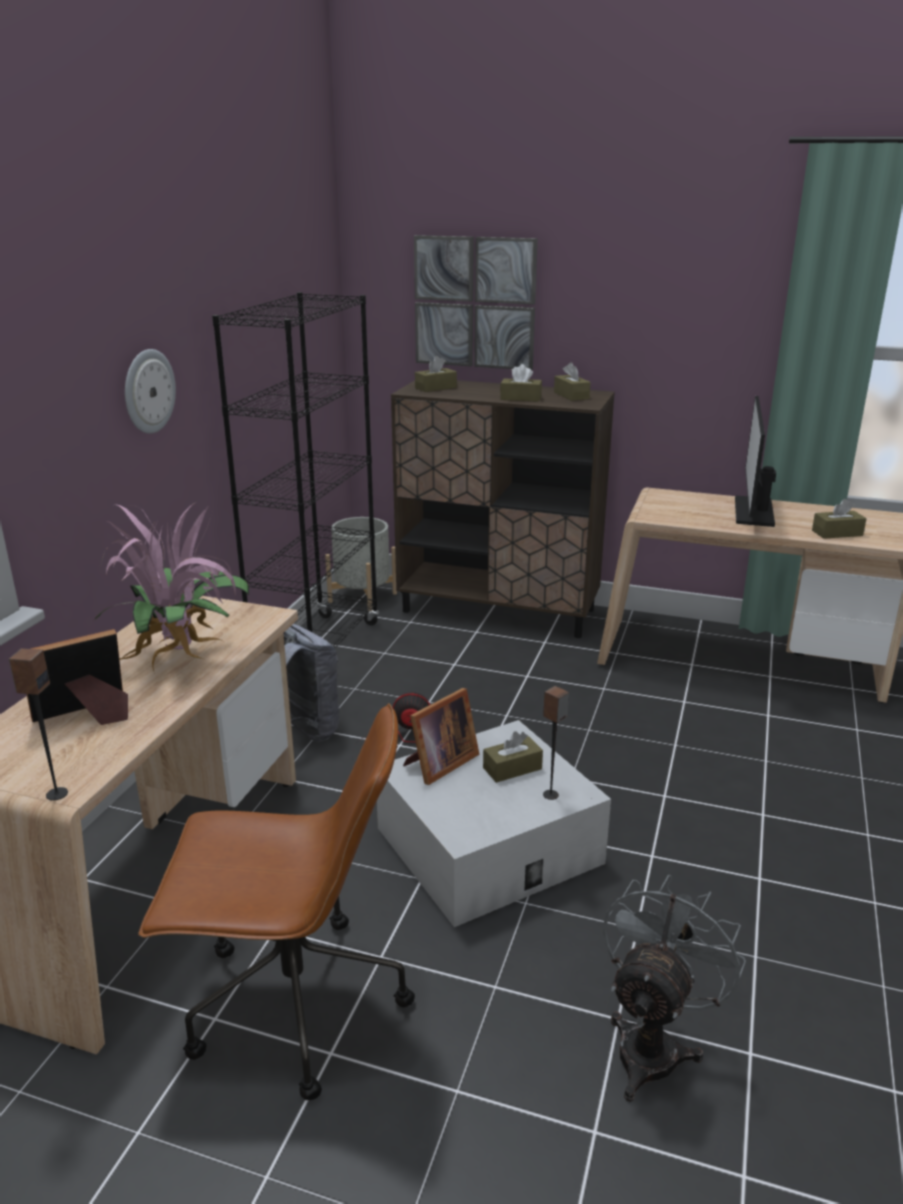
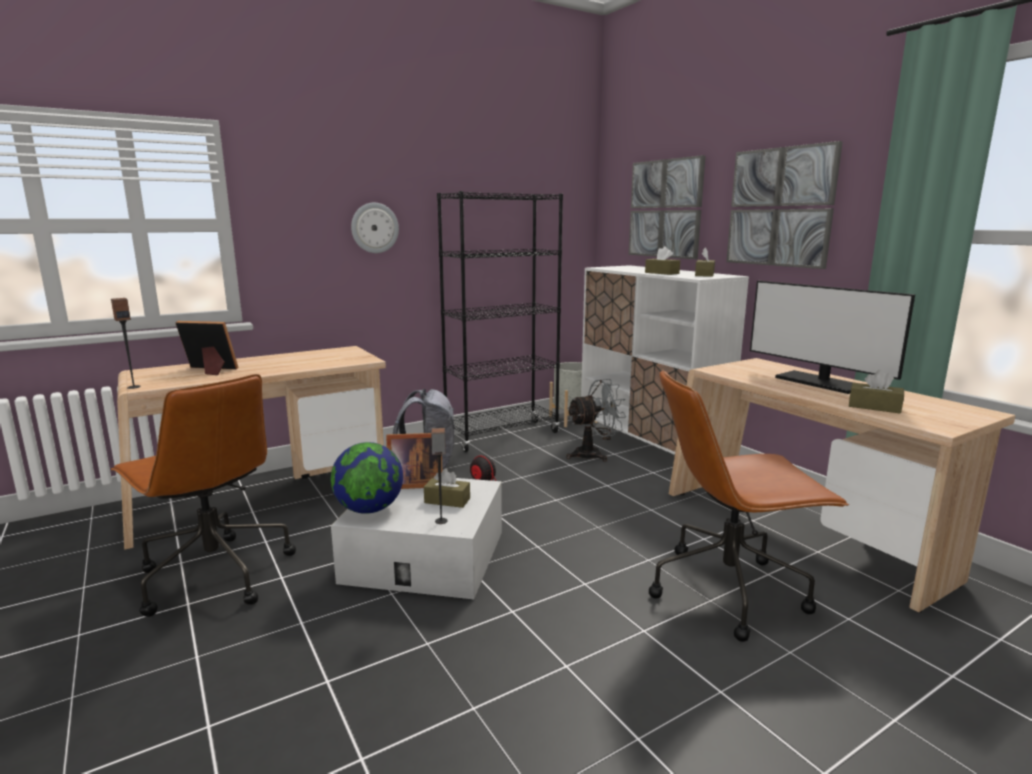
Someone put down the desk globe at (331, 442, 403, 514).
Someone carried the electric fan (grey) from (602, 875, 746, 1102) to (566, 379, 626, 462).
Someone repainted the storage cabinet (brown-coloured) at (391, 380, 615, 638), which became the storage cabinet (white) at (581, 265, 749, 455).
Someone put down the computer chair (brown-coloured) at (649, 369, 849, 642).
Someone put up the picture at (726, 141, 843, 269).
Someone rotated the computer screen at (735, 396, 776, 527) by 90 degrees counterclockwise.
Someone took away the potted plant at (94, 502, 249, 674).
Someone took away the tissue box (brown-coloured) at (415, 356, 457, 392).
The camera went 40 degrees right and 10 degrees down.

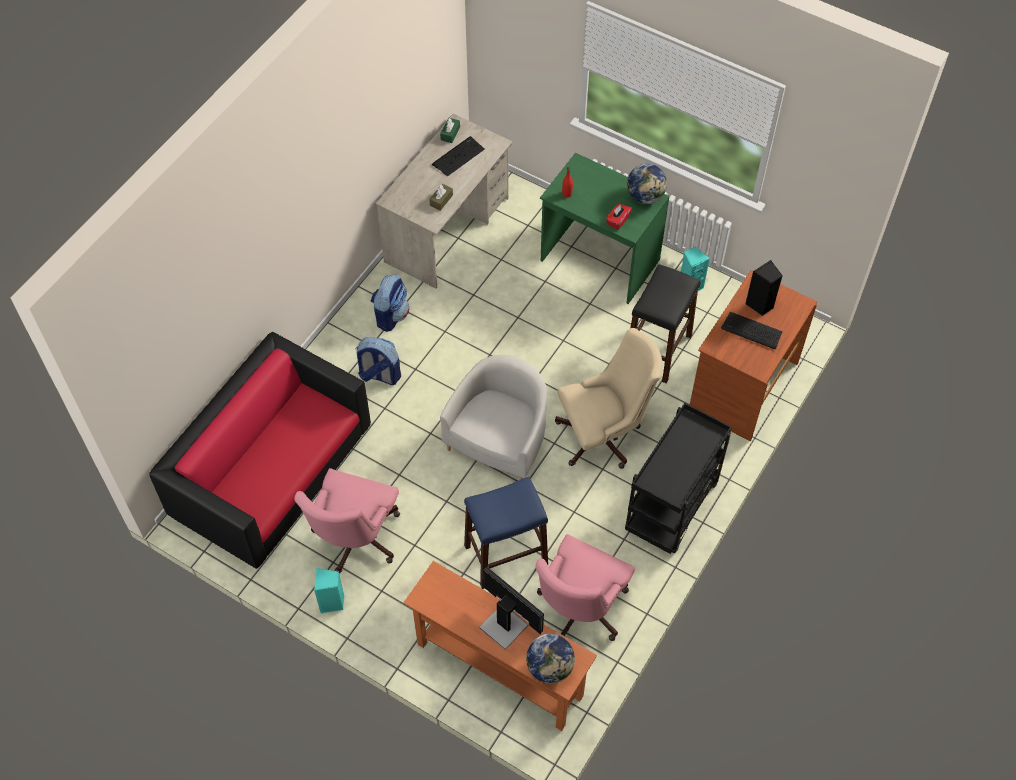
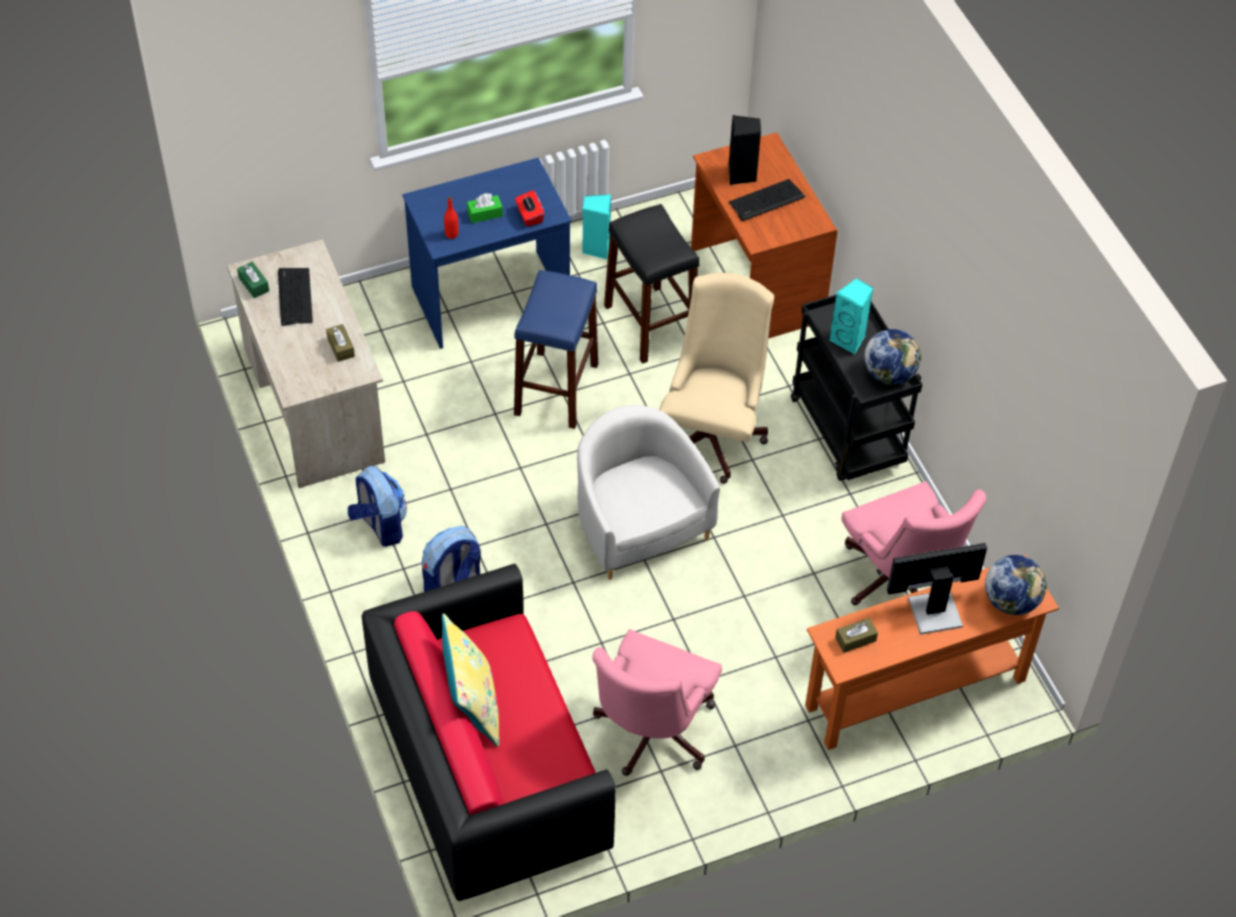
Someone repainted the desk table (green-coloured) at (540, 153, 669, 304), which became the desk table (blue) at (402, 158, 572, 349).
Someone put down the pillow (yellow) at (442, 613, 499, 747).
Someone put down the tissue box (green-coloured) at (467, 193, 503, 223).
Someone carried the stool (blue) from (464, 477, 548, 589) to (514, 270, 598, 429).
Someone rotated the computer chair (pink-coloured) at (295, 468, 400, 573) by 60 degrees clockwise.
Someone carried the audio speaker (blue-green) from (314, 568, 345, 613) to (829, 278, 873, 354).
Someone put down the tissue box (brown-coloured) at (835, 618, 878, 653).
Someone carried the desk globe from (627, 164, 667, 204) to (864, 329, 921, 385).
The camera went 55 degrees left and 5 degrees down.

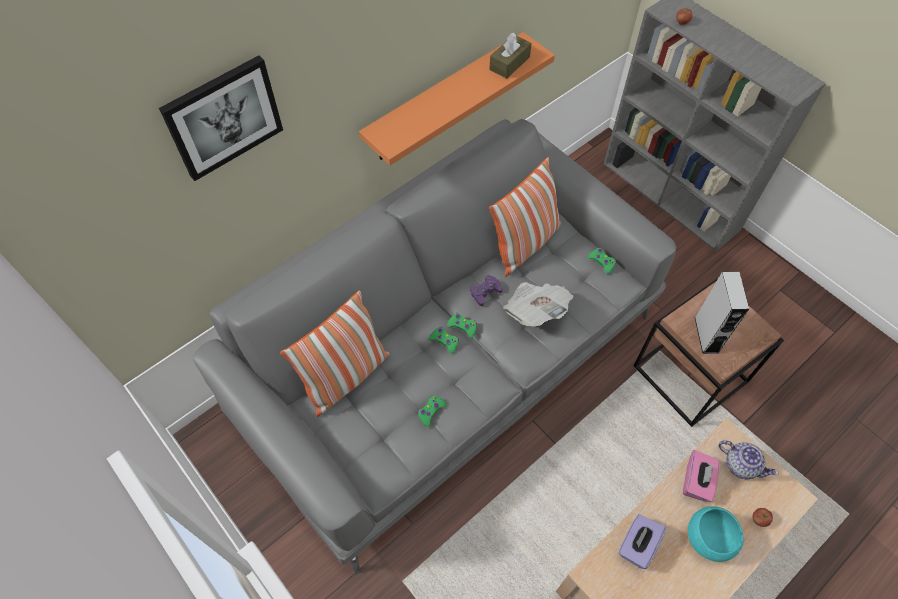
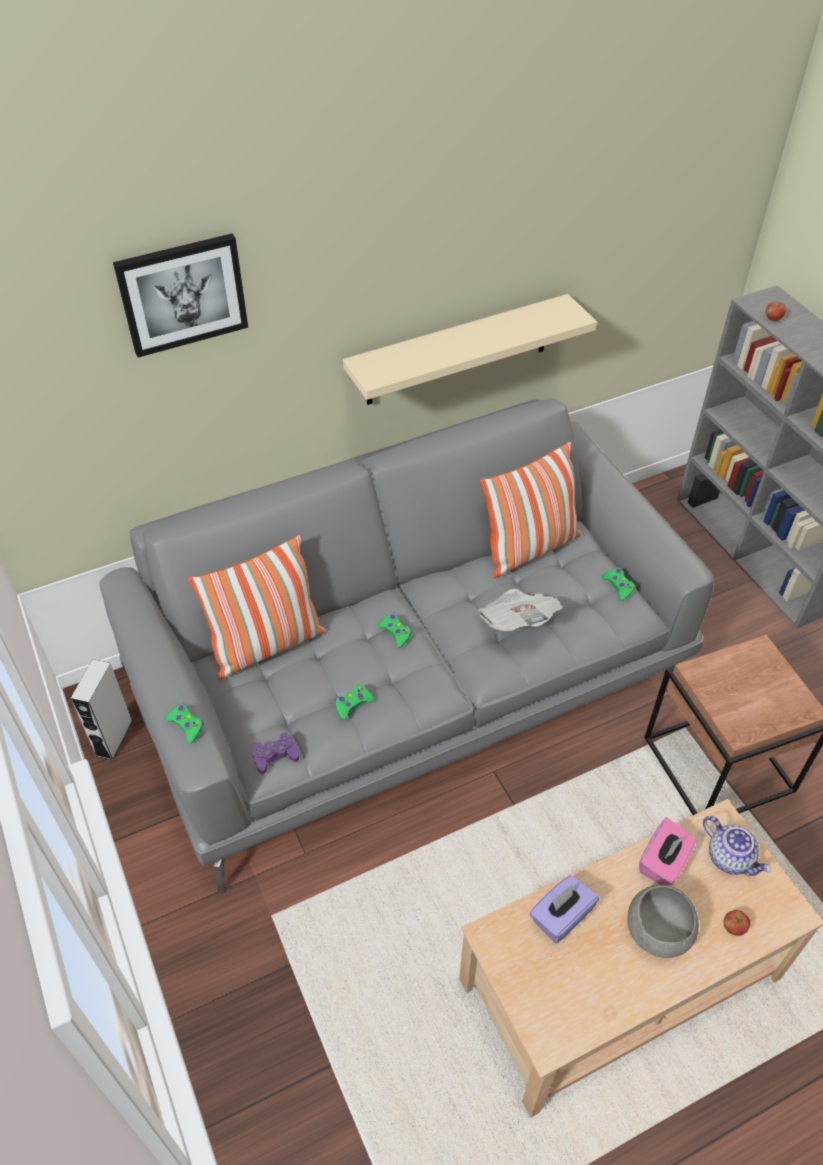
Someone carried the audio speaker (grey) from (694, 271, 749, 354) to (71, 659, 133, 760).
Someone carried the joypad (green-coloured) from (447, 313, 477, 338) to (165, 704, 203, 743).
Someone carried the joypad (purplish) from (470, 275, 503, 306) to (252, 733, 299, 774).
Someone repainted the wall shelf (orange) at (359, 32, 555, 165), which became the wall shelf (beige-coloured) at (343, 294, 597, 405).
Someone repainted the serving bowl (blue-green) at (688, 506, 744, 562), which became the serving bowl (grey) at (627, 885, 699, 958).
Someone took away the tissue box (brown-coloured) at (489, 33, 532, 79).
The camera went 15 degrees right and 10 degrees down.

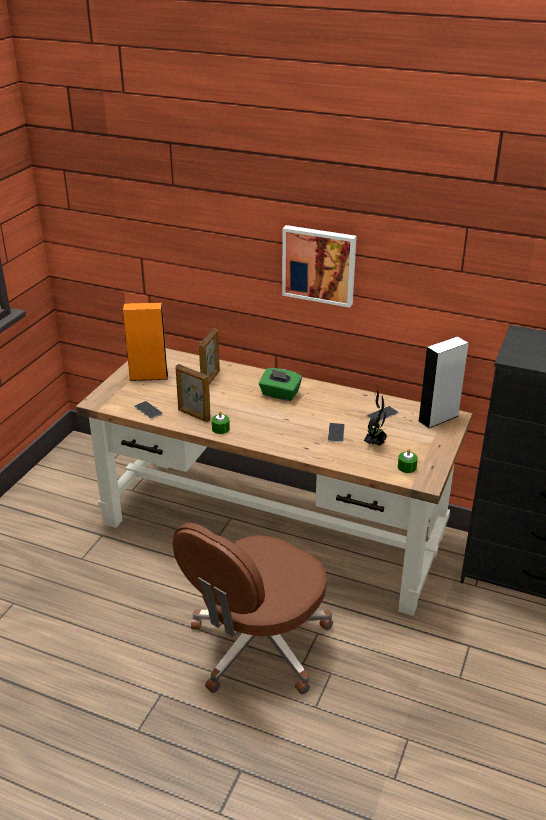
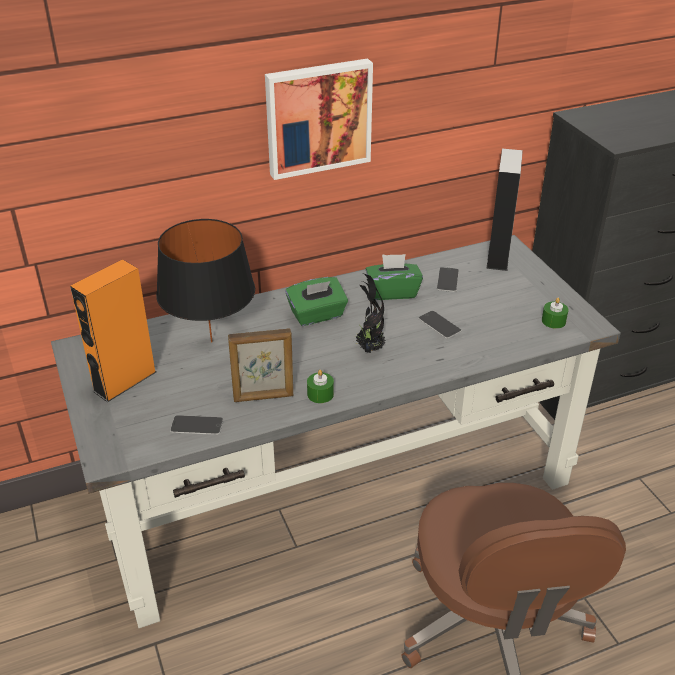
Someone repainted the desk table (brown-coloured) at (76, 348, 473, 616), which became the desk table (grey) at (51, 235, 621, 628).
Someone swapped the picture frame at (199, 329, 220, 384) for the tabletop lamp (blackish) at (156, 219, 255, 343).
Someone carried the potted plant from (364, 386, 387, 446) to (354, 273, 386, 353).
Someone put down the tissue box (green-coloured) at (366, 254, 423, 300).
The camera went 45 degrees left and 5 degrees up.

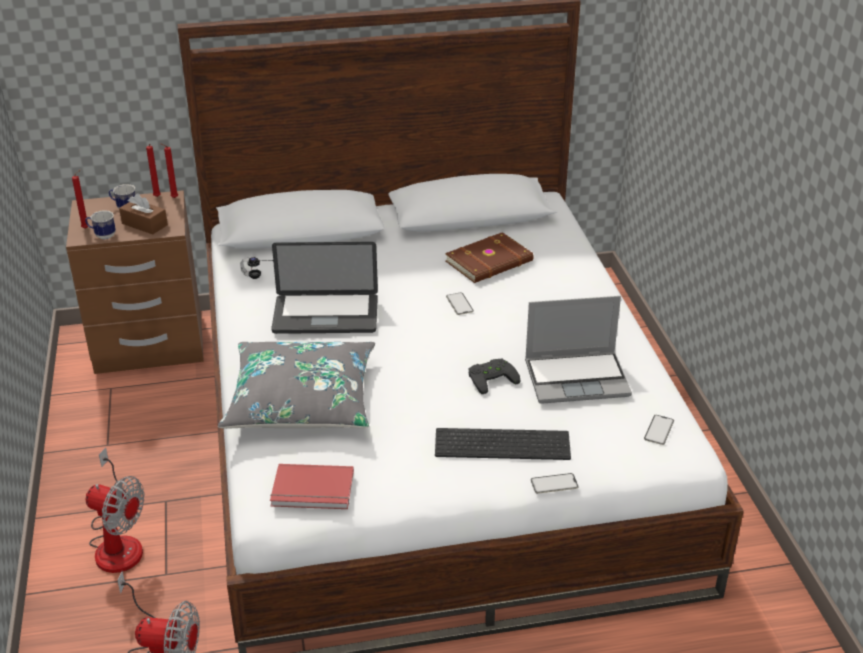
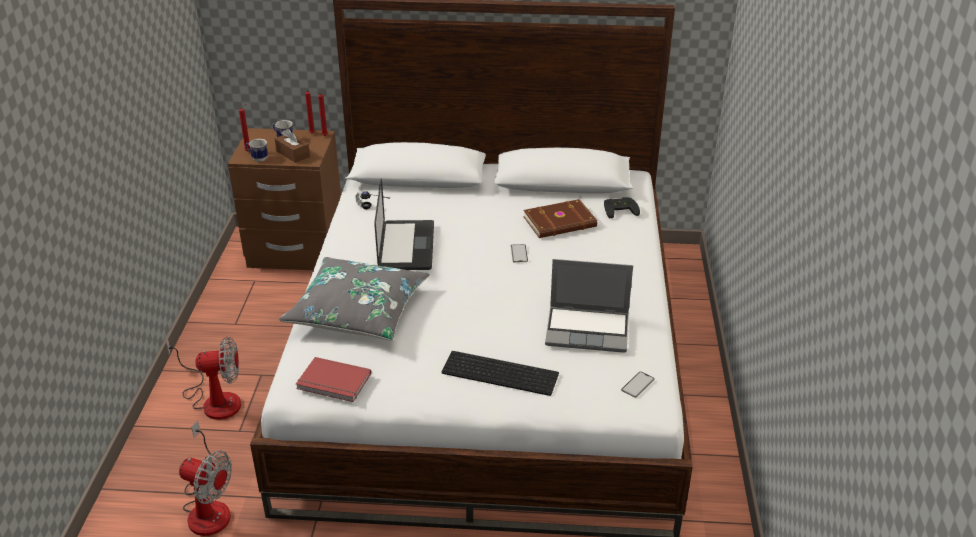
Someone rotated the electric fan at (86, 447, 145, 573) by 45 degrees counterclockwise.
Someone rotated the notebook computer at (271, 242, 378, 334) by 105 degrees counterclockwise.
Someone carried the joypad (blackish) from (468, 359, 521, 394) to (604, 197, 640, 218).
Someone took away the telephone at (531, 473, 578, 494).
The camera went 15 degrees right and 0 degrees up.

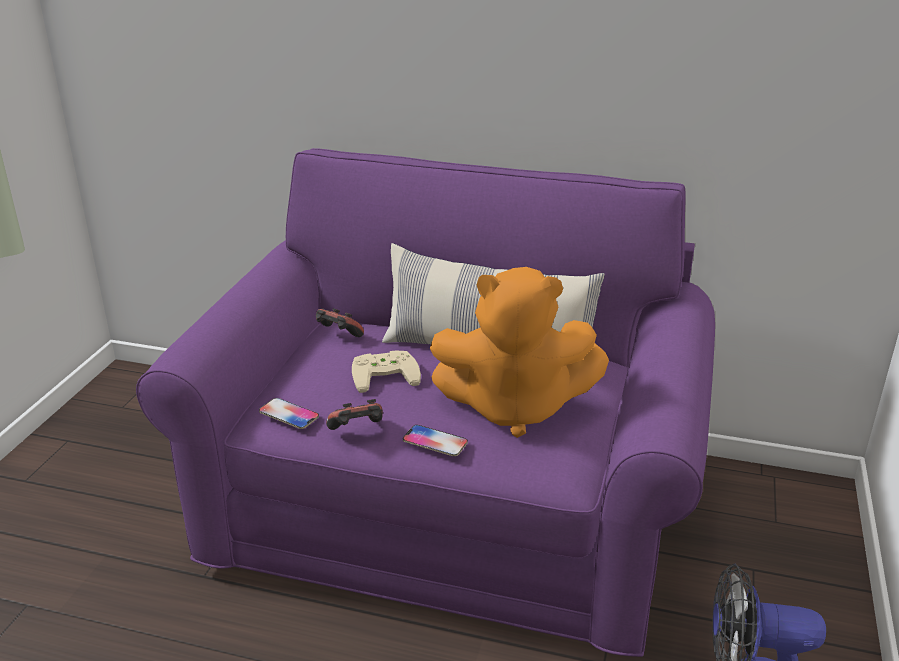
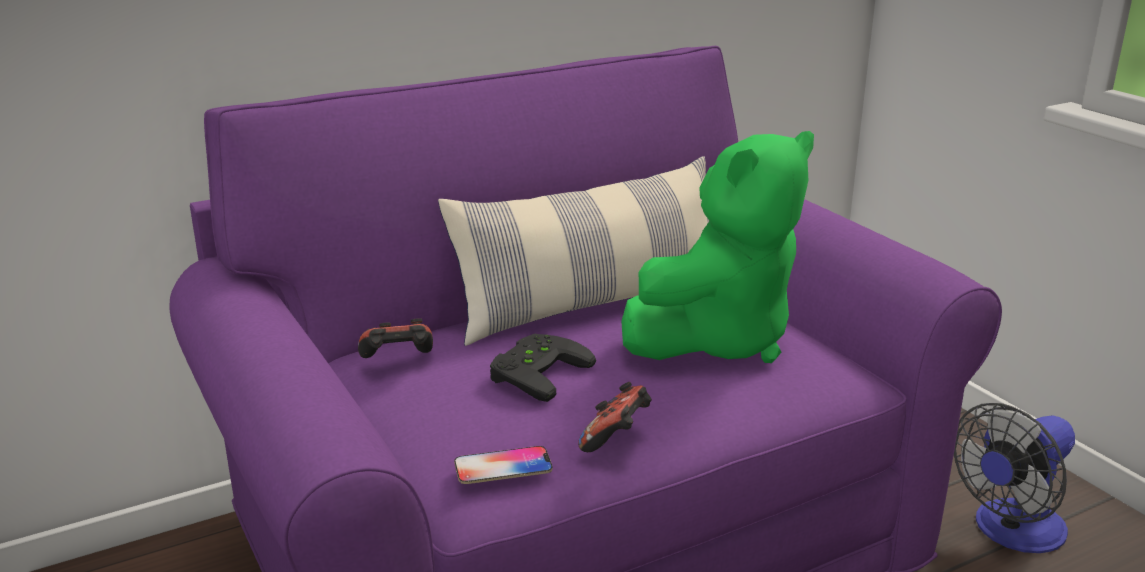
Someone repainted the joypad (beige-coloured) at (352, 351, 421, 393), which became the joypad (blackish) at (490, 334, 596, 402).
Someone repainted the soft toy (orange) at (430, 267, 609, 438), which became the soft toy (green-coloured) at (621, 131, 814, 363).
Someone took away the telephone at (403, 425, 468, 456).
The camera went 45 degrees left and 5 degrees down.

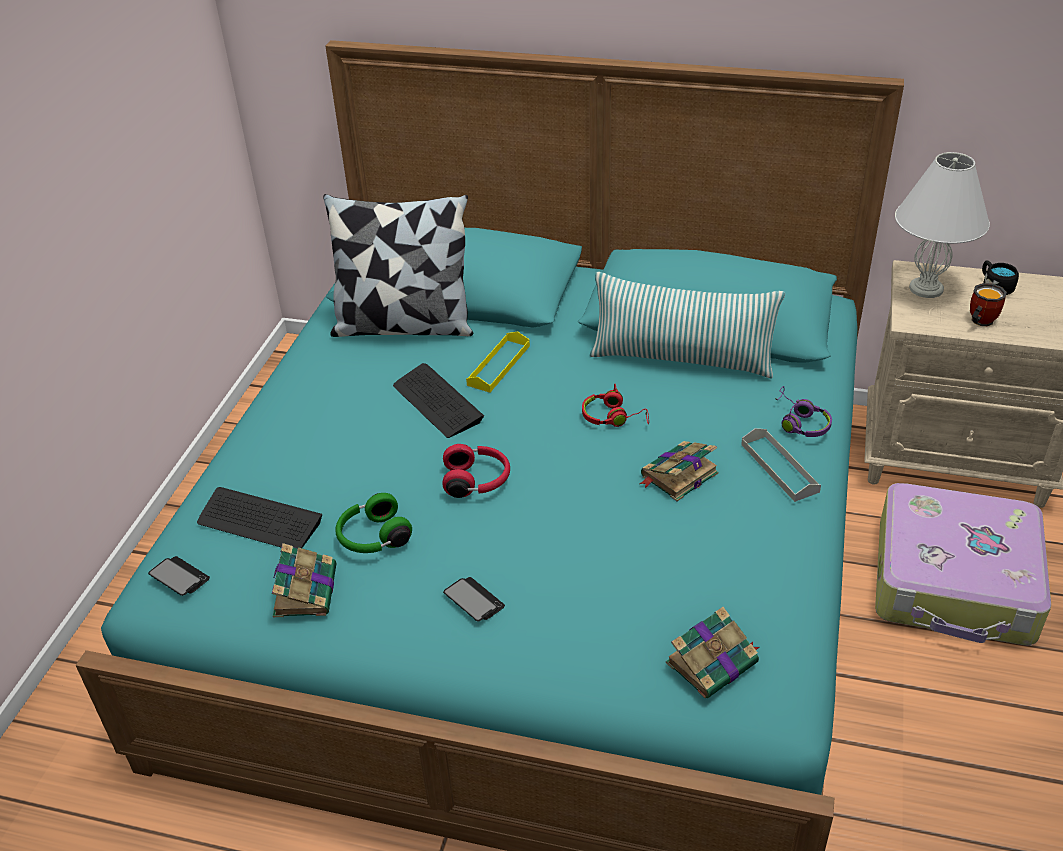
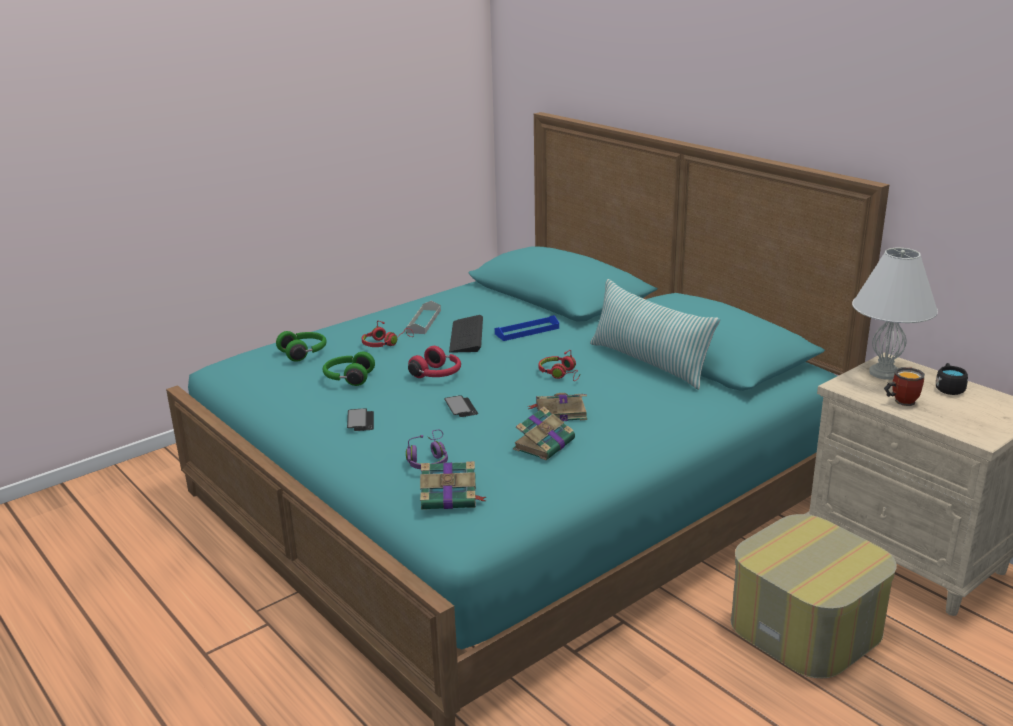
Someone swapped the keyboard at (197, 487, 323, 548) for the headset (green-coloured) at (276, 331, 327, 362).
Someone put down the headset (reddish) at (362, 321, 414, 347).
Someone carried the carrying tray (grey) from (741, 428, 821, 502) to (406, 300, 441, 334).
Someone carried the headset (purplish) from (775, 386, 832, 437) to (406, 430, 448, 469).
Someone carried the telephone from (148, 556, 210, 596) to (444, 395, 478, 417).
Someone repainted the carrying tray (yellow) at (466, 331, 530, 392), which became the carrying tray (blue) at (495, 315, 559, 341).
Someone carried the book from (272, 543, 336, 617) to (513, 407, 575, 460).
Someone swapped the suitcase at (875, 483, 1051, 645) for the footrest at (731, 514, 897, 678).
Someone took away the pillow at (323, 194, 473, 337).
The camera went 35 degrees right and 15 degrees down.

